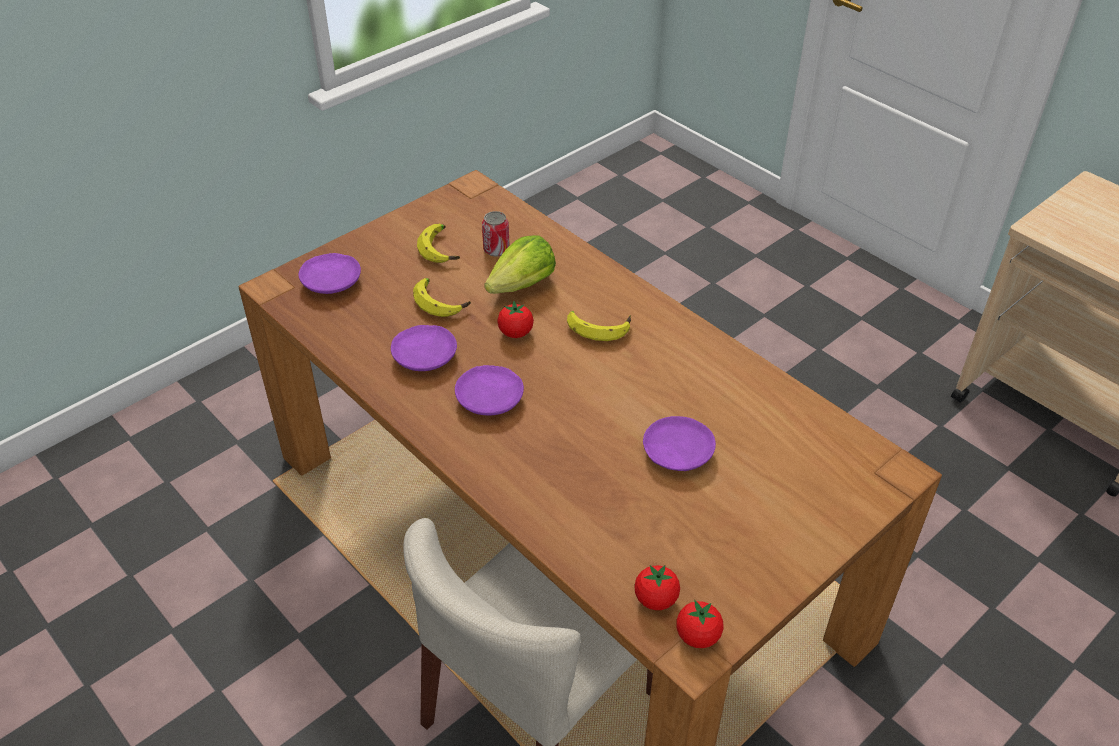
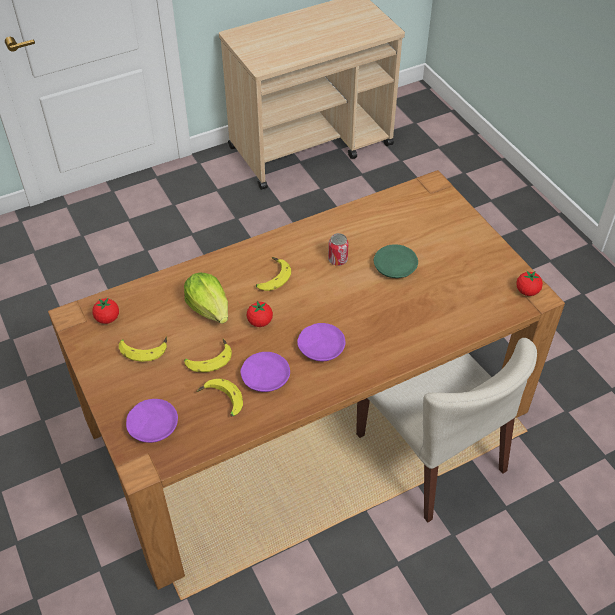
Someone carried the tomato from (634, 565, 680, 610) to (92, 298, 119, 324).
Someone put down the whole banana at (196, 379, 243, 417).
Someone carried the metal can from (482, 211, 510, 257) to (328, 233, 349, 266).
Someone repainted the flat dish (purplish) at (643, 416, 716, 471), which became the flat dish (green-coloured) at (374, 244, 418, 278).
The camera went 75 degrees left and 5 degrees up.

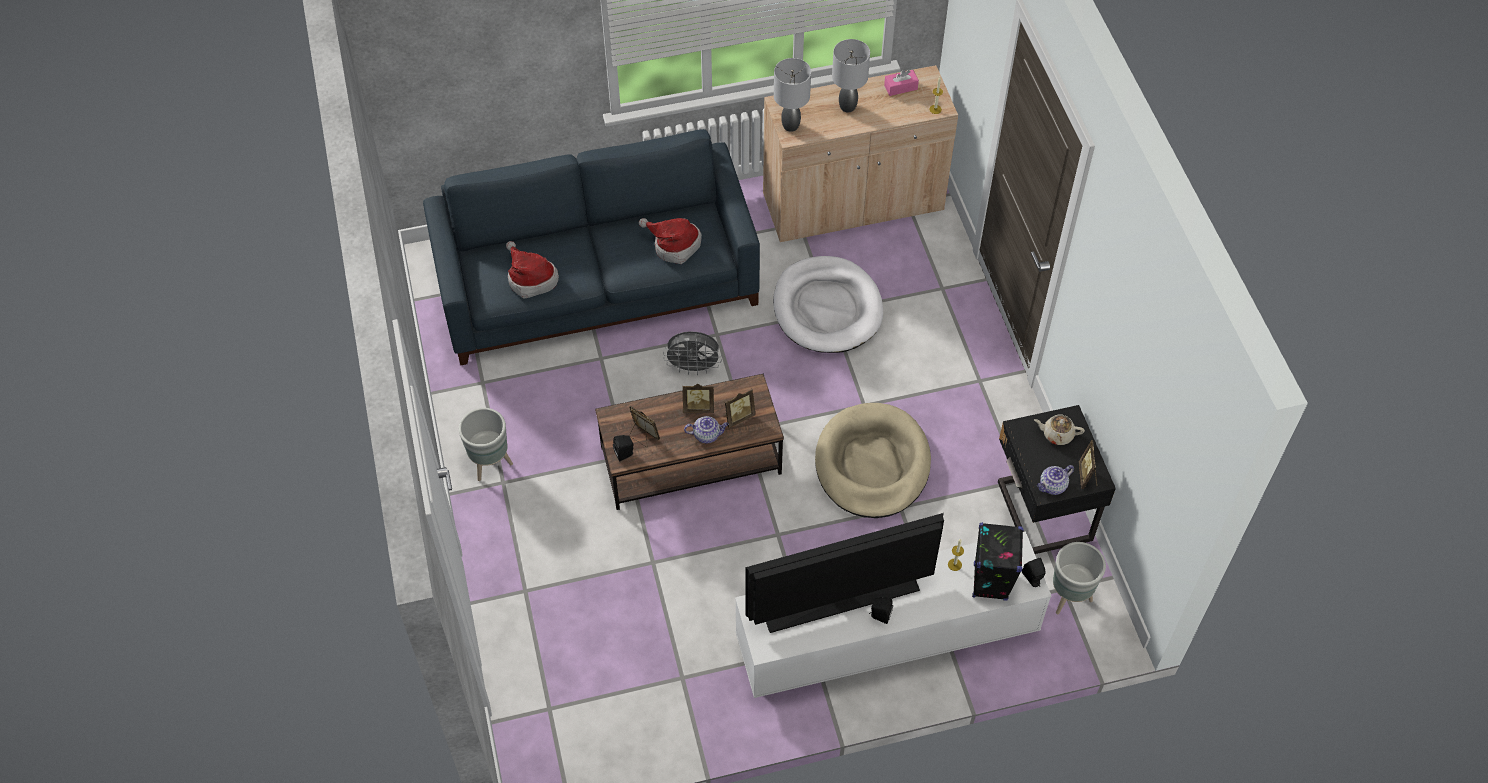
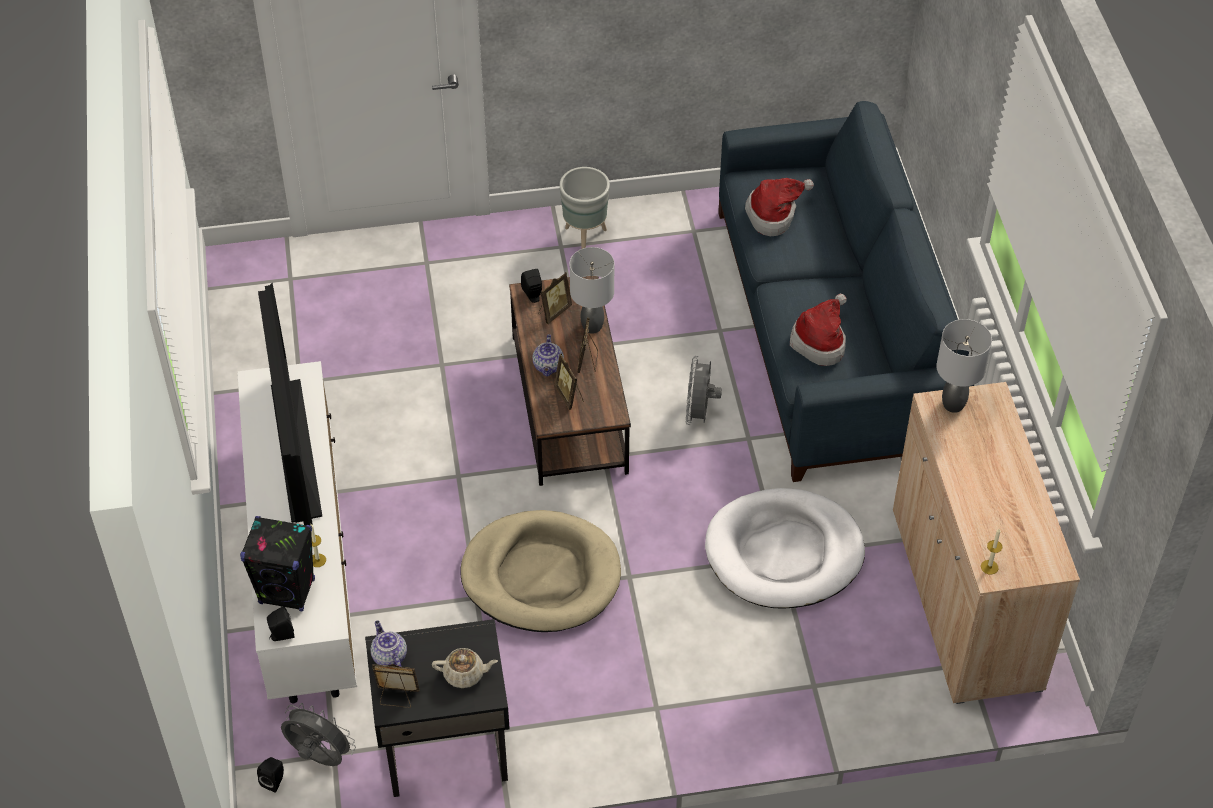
Someone carried the audio speaker (blackish) from (869, 597, 893, 624) to (257, 757, 284, 793).
Someone swapped the planter (grey) at (1053, 542, 1106, 614) for the electric fan (grey) at (281, 703, 356, 766).
Someone rotated the tea pot (beige-coloured) at (1034, 415, 1085, 445) by 75 degrees clockwise.
Someone carried the tabletop lamp (grey) from (832, 39, 870, 113) to (570, 247, 614, 334).
Someone took away the tissue box (pink-coloured) at (884, 70, 919, 96).
The camera went 95 degrees right and 5 degrees down.

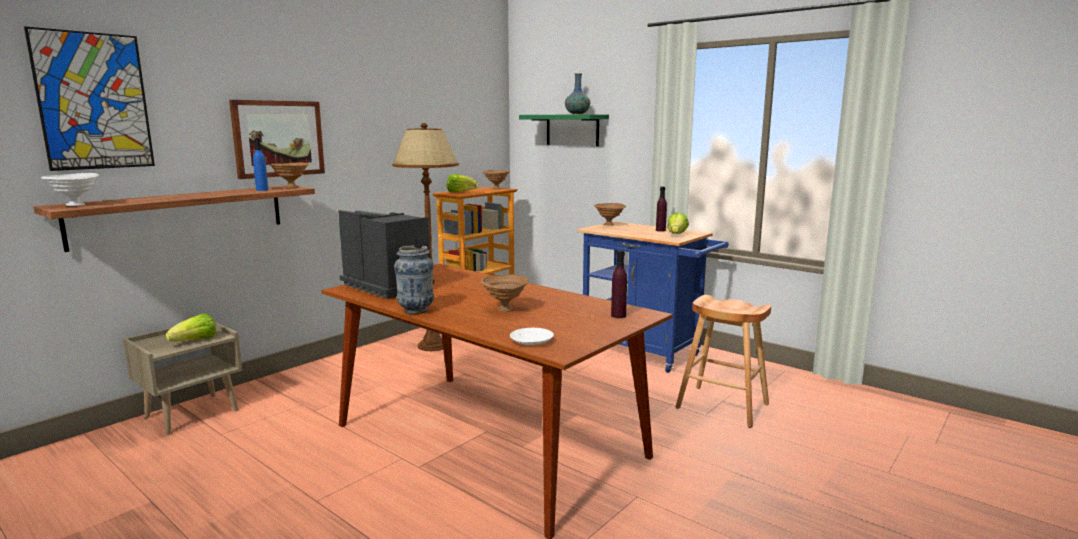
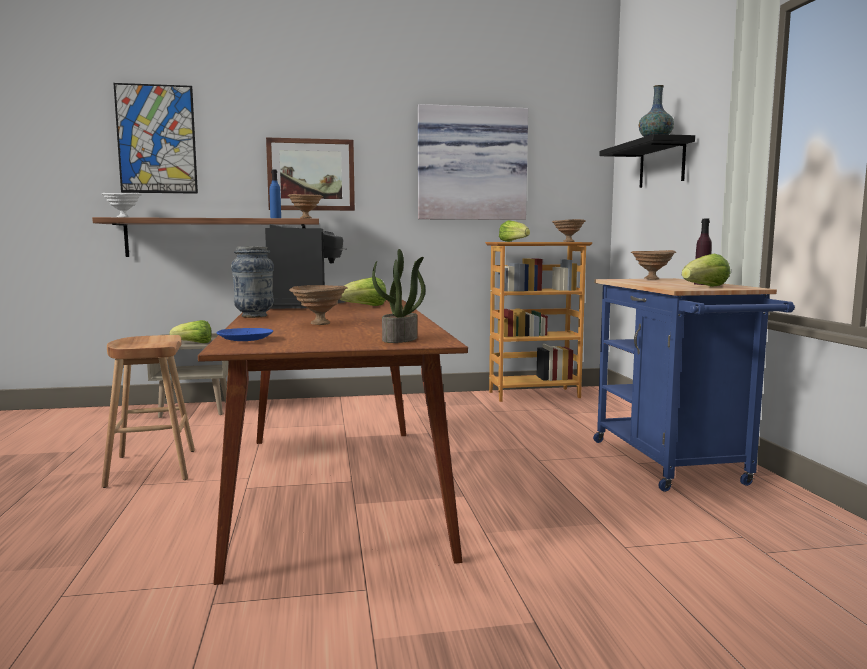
Someone carried the stool (brown-coloured) from (675, 295, 771, 428) to (101, 335, 195, 488).
Someone repainted the flat dish (white) at (510, 328, 554, 345), which became the flat dish (blue) at (216, 328, 273, 341).
Someone put down the lettuce head at (339, 277, 386, 306).
Someone swapped the bottle (purplish) at (611, 250, 627, 318) for the potted plant at (372, 249, 425, 343).
Someone put up the picture at (418, 104, 528, 220).
Someone repainted the wall shelf (green-coloured) at (519, 114, 609, 146), which became the wall shelf (blackish) at (599, 134, 695, 188).
Someone took away the standing lamp (brown-coloured) at (392, 123, 459, 351).
The camera went 40 degrees right and 5 degrees down.

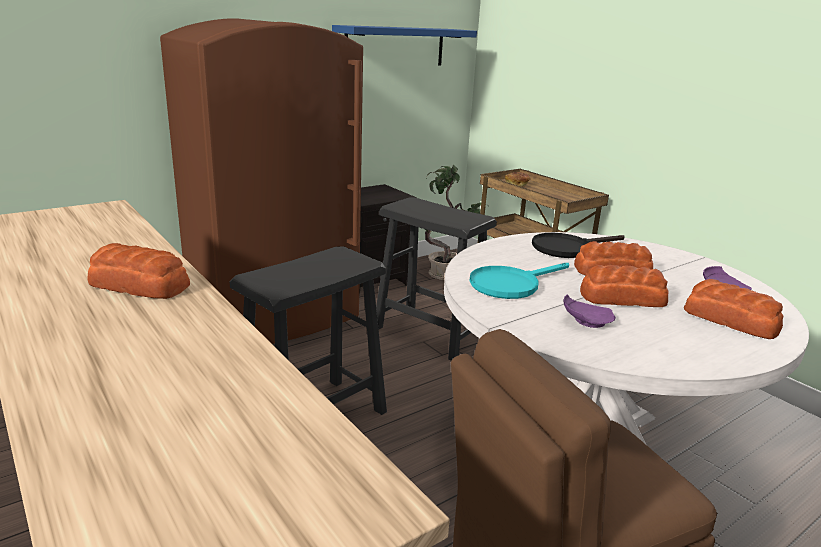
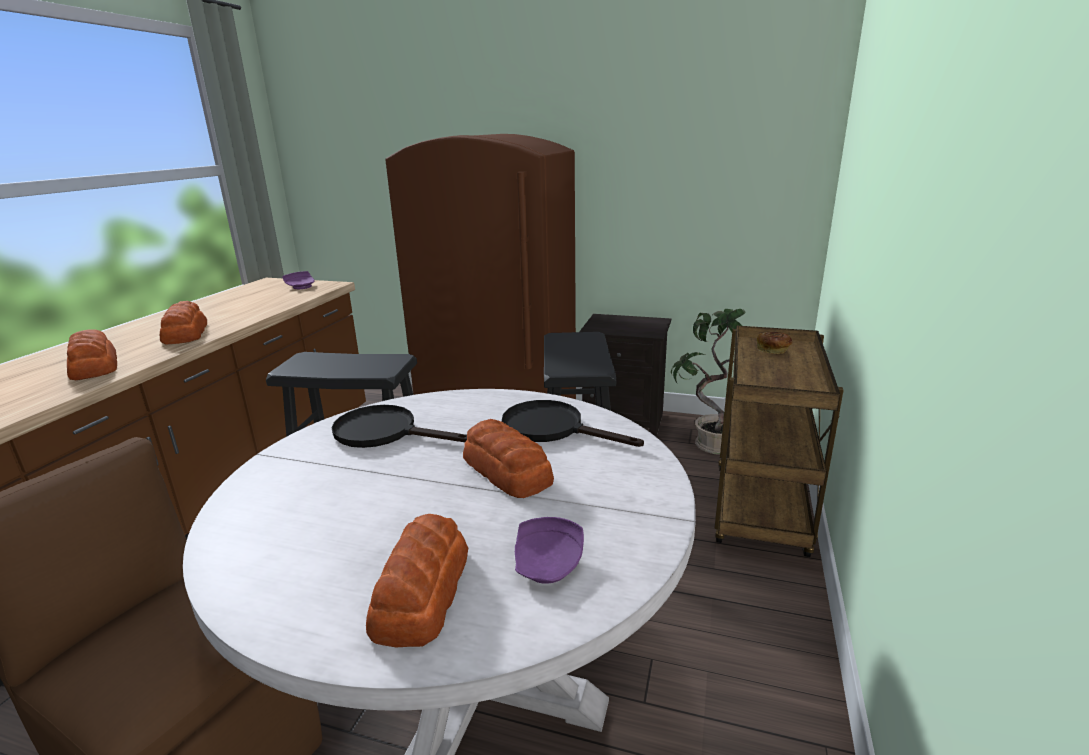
Someone carried the baked bread from (580, 265, 668, 307) to (67, 329, 117, 380).
Someone carried the flat dish (purplish) from (563, 295, 616, 328) to (282, 271, 315, 289).
Someone repainted the pan (blue-green) at (469, 263, 569, 299), which became the pan (blackish) at (332, 405, 467, 448).
Someone took away the wall shelf (blue) at (332, 25, 477, 65).
The camera went 55 degrees right and 0 degrees up.

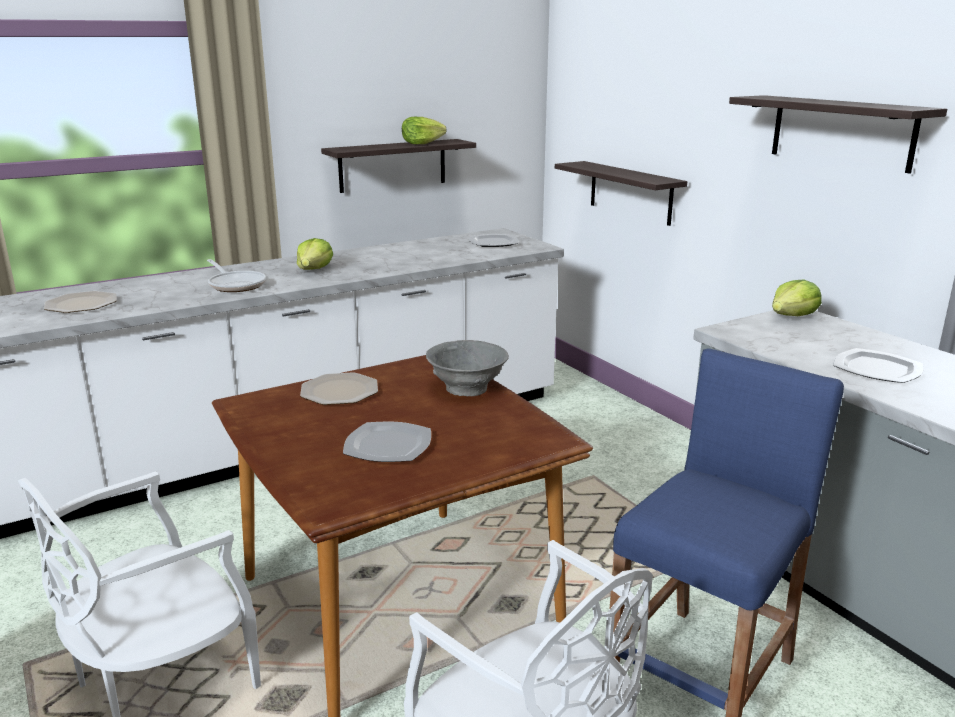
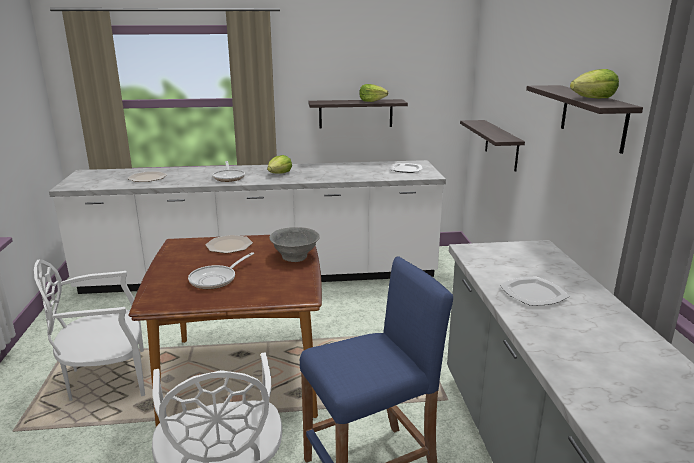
Someone swapped the flat dish at (343, 422, 431, 462) for the pan at (188, 252, 254, 289).
Someone carried the lettuce head from (772, 279, 822, 316) to (570, 69, 619, 99).
The camera went 25 degrees right and 0 degrees up.

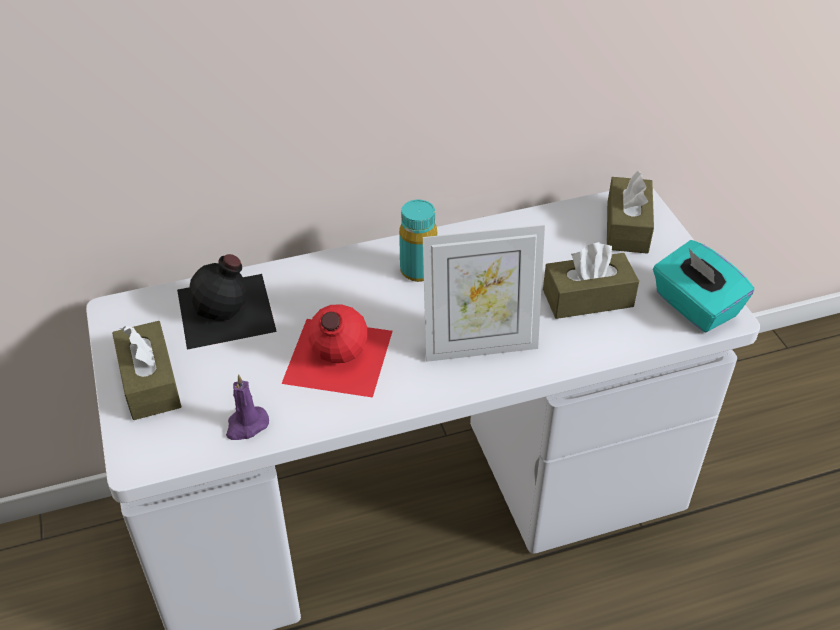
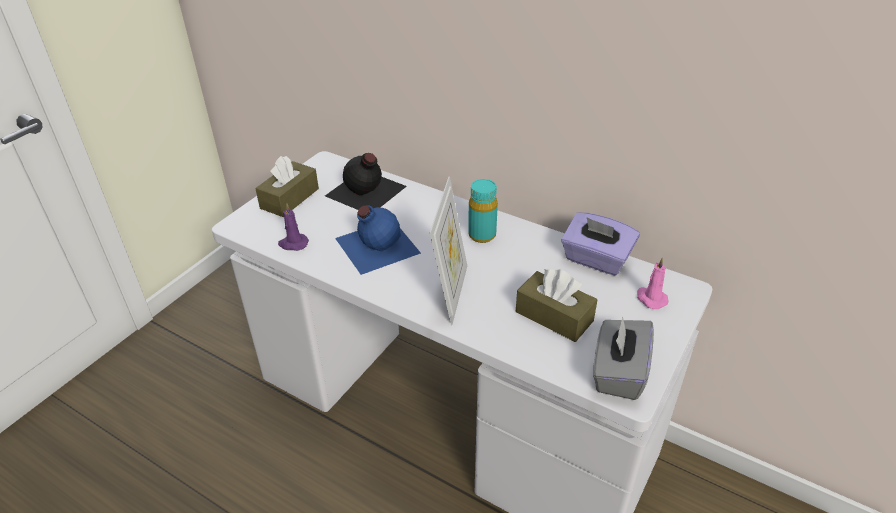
Someone repainted the bottle (reddish) at (281, 304, 393, 398), which became the bottle (blue) at (335, 205, 421, 275).
Someone rotated the picture frame at (423, 225, 545, 362) by 120 degrees counterclockwise.
Someone put down the tissue box (purplish) at (561, 212, 640, 276).
Someone repainted the tissue box (blue-green) at (653, 240, 754, 332), which became the tissue box (grey) at (593, 317, 654, 400).
Someone swapped the tissue box (brown-coloured) at (607, 171, 654, 254) for the candle (pink-coloured) at (637, 257, 669, 309).
The camera went 50 degrees right and 5 degrees down.

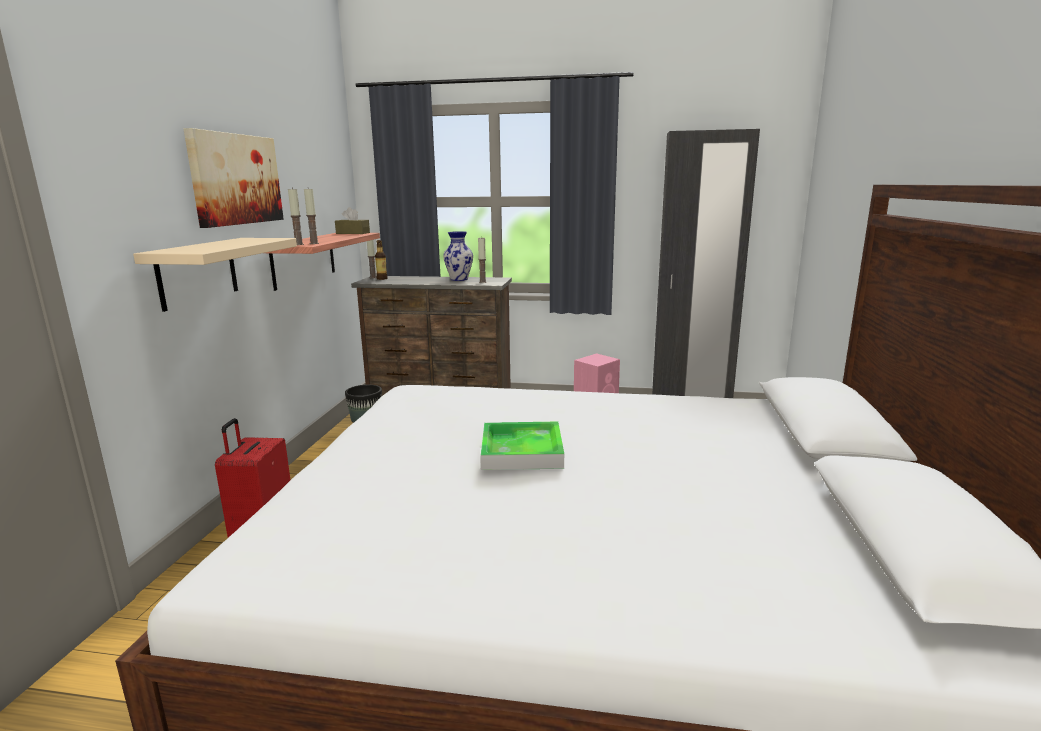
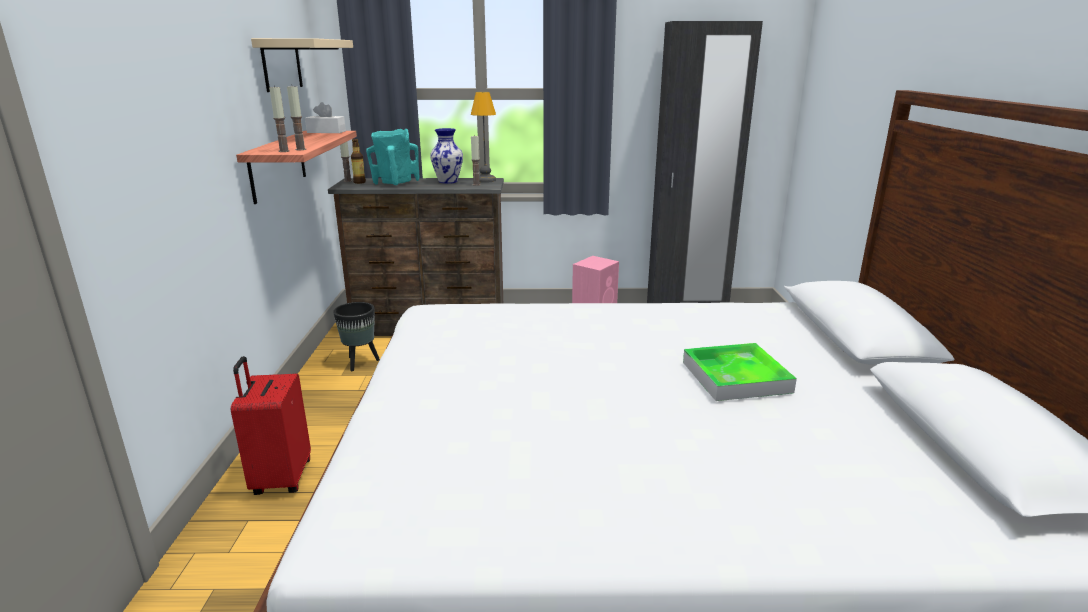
Someone carried the wall shelf (beige-coloured) from (133, 238, 297, 312) to (251, 38, 353, 92).
Someone repainted the tissue box (brown-coloured) at (335, 207, 370, 234), which became the tissue box (white) at (305, 102, 346, 133).
Someone put down the decorative vase (blue-green) at (366, 129, 419, 185).
Someone put down the tabletop lamp at (471, 92, 496, 183).
Someone carried the carrying tray from (481, 421, 564, 470) to (683, 343, 797, 401).
Someone took away the picture at (183, 128, 284, 228).
The camera went 10 degrees left and 5 degrees up.

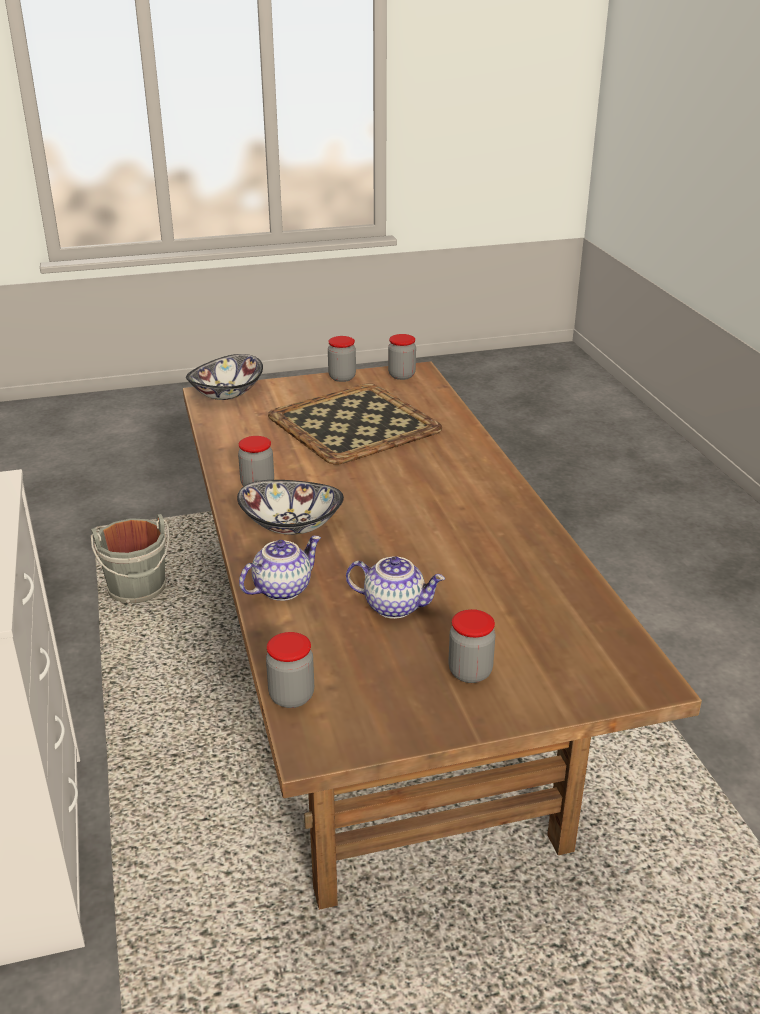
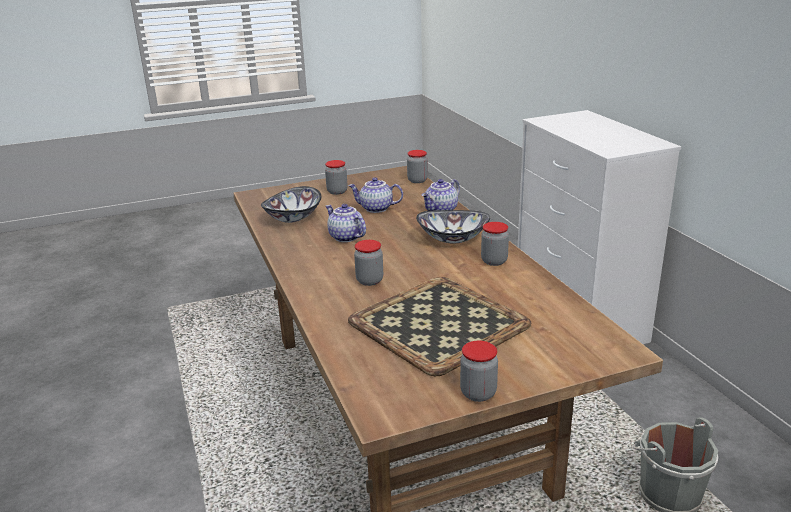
Someone carried the serving bowl from (186, 354, 263, 400) to (261, 186, 321, 223).
Someone put down the tea pot at (326, 204, 366, 242).
Someone carried the preserve jar from (388, 334, 416, 380) to (354, 240, 383, 286).
The camera went 175 degrees right and 5 degrees down.

